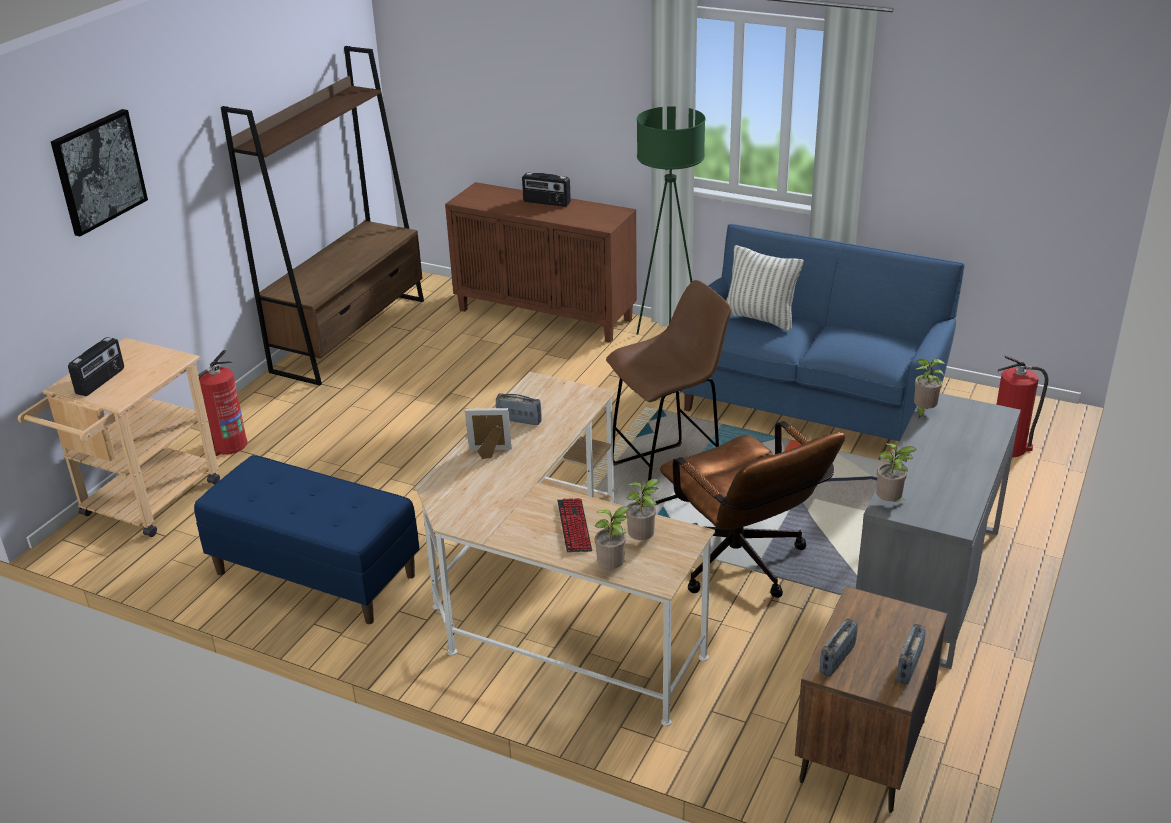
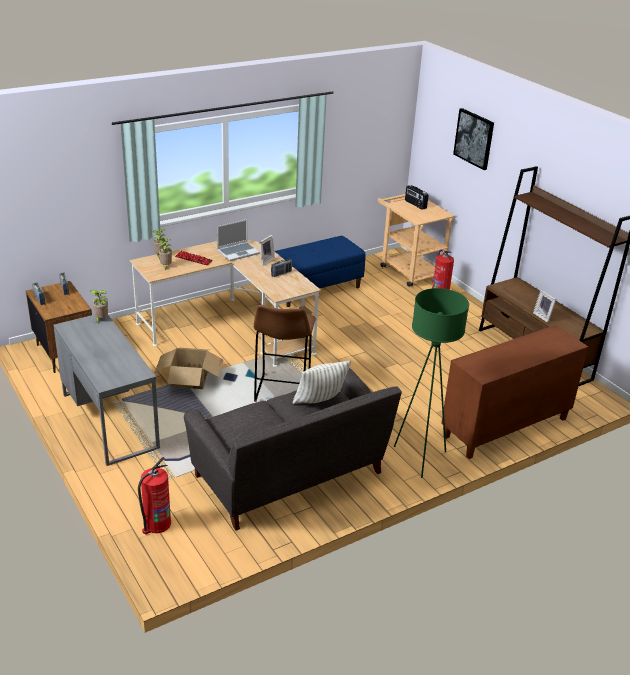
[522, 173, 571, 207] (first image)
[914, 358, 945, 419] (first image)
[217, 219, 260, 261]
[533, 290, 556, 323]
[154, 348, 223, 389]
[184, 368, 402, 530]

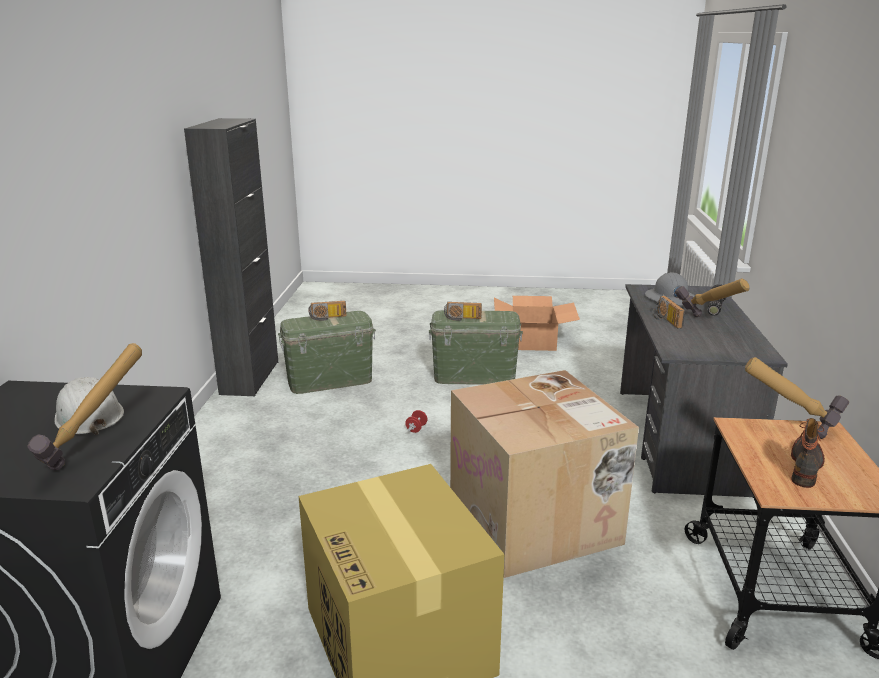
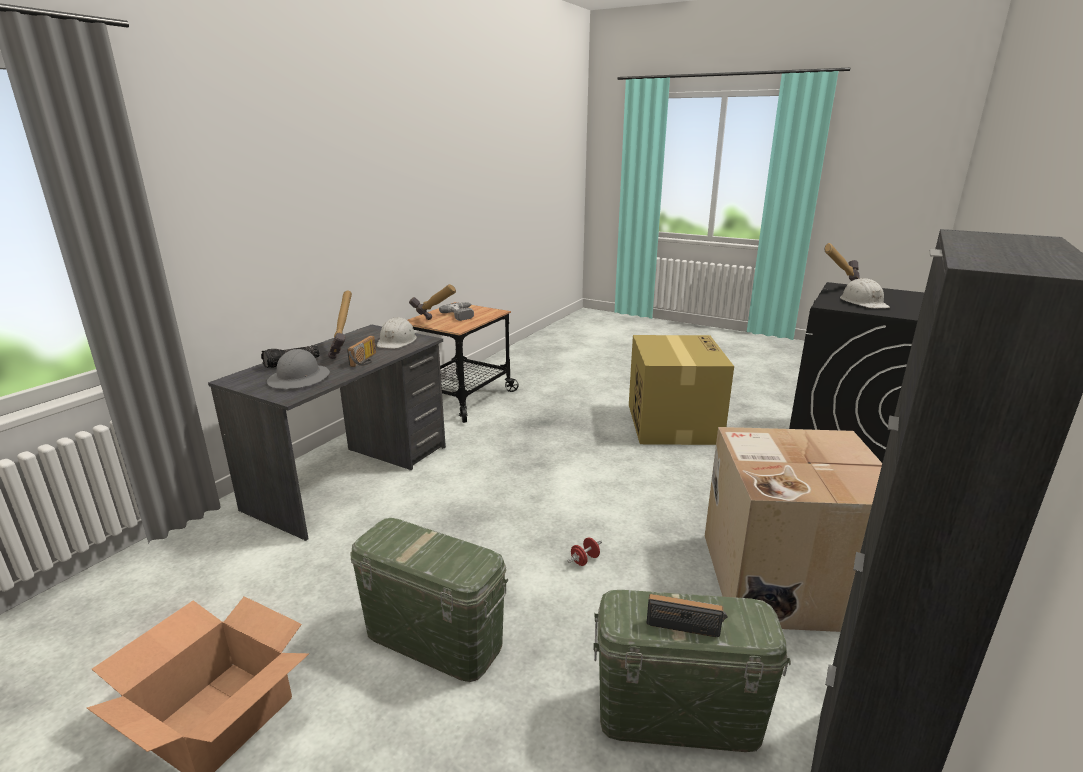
[444, 302, 482, 321] (first image)
[377, 317, 417, 349]
[705, 427, 882, 632]
[439, 302, 474, 321]

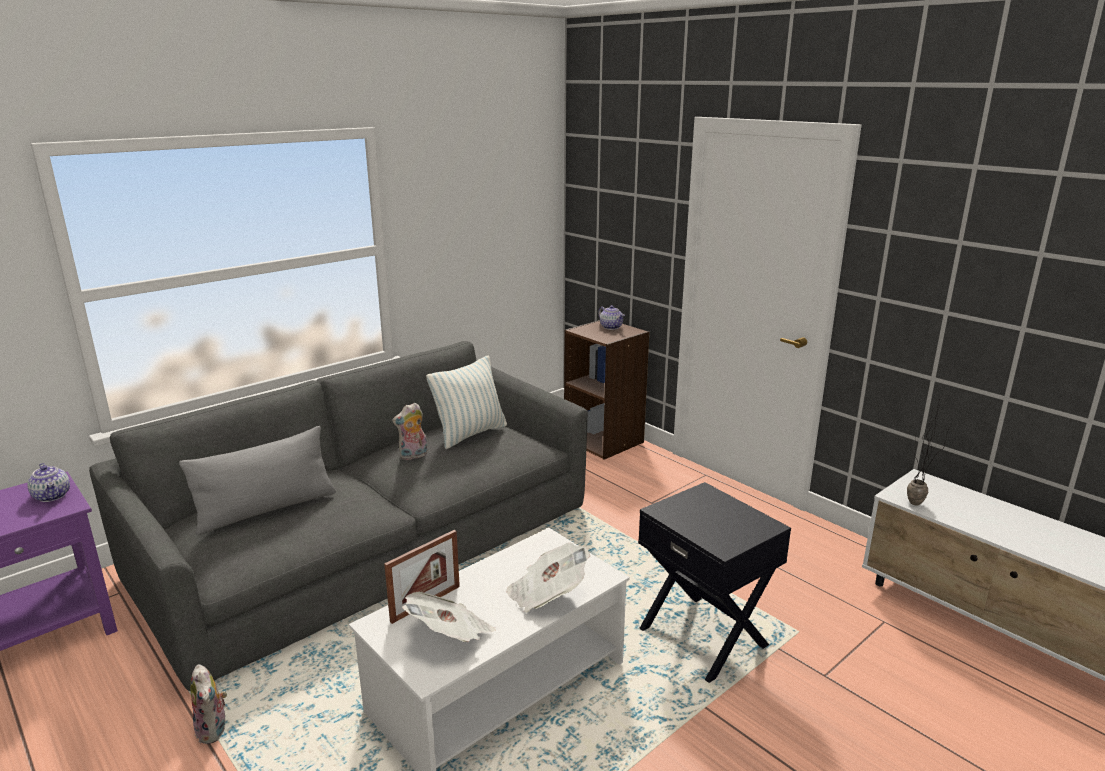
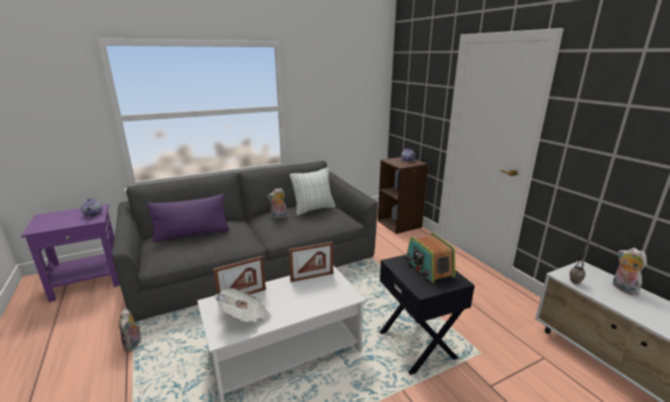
[506, 542, 590, 613] (first image)
[289, 242, 333, 282]
[405, 233, 456, 283]
[613, 248, 647, 295]
[147, 194, 230, 242]

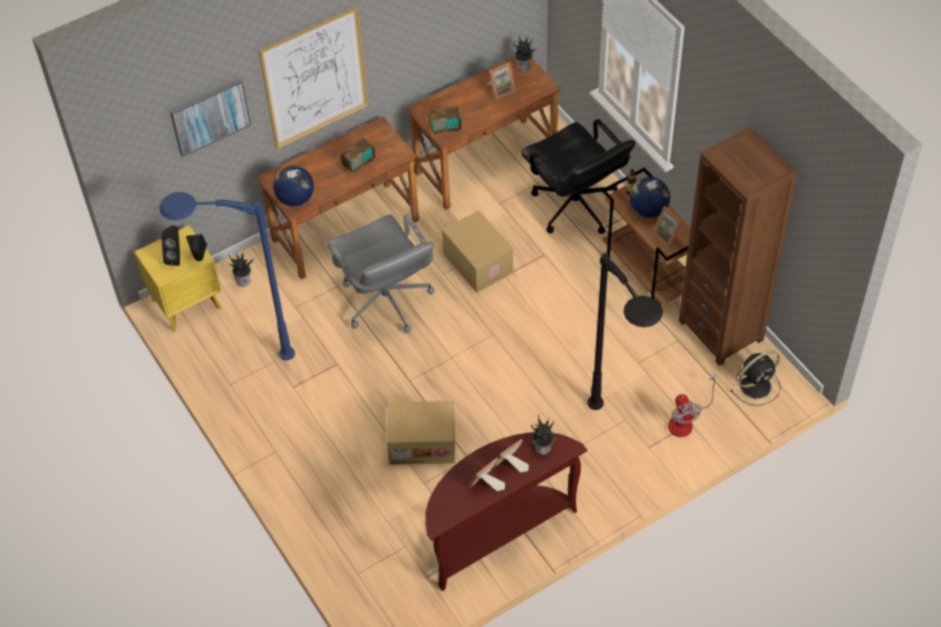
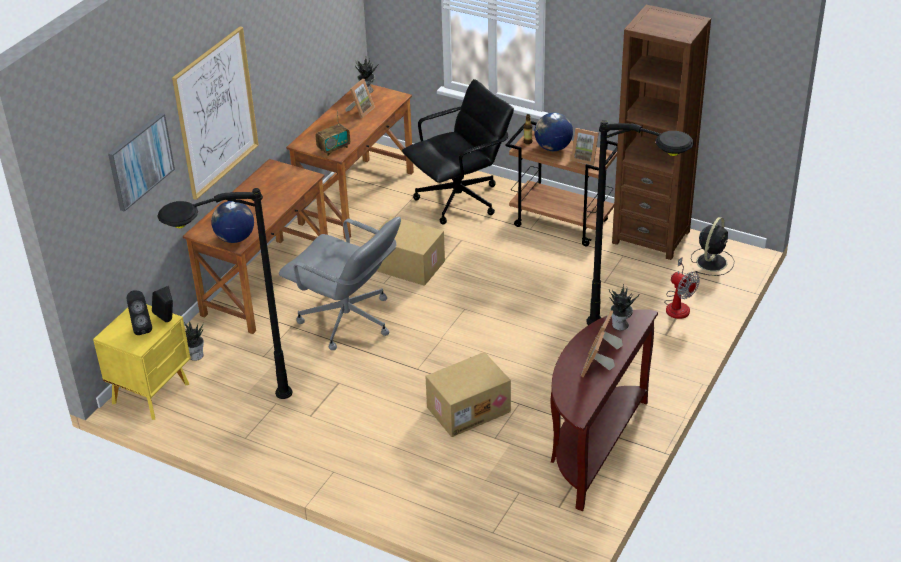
[340, 129, 376, 174] (first image)
[157, 188, 292, 399]
[402, 79, 514, 225]

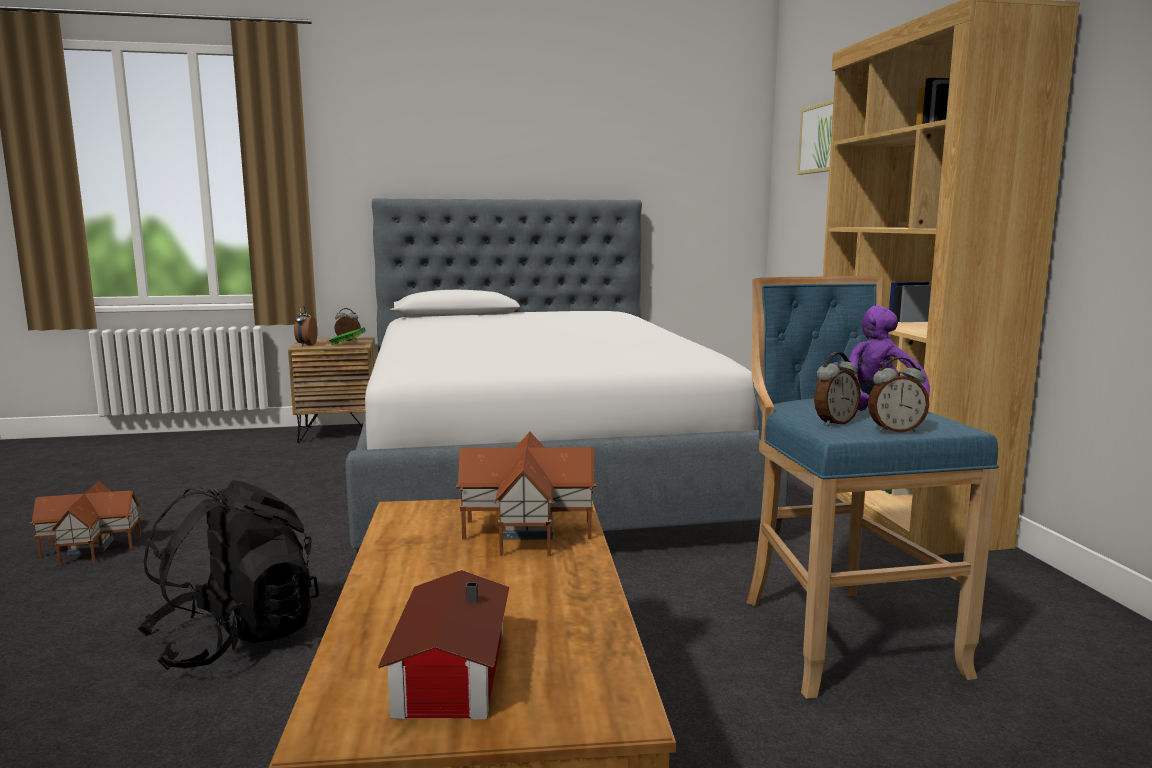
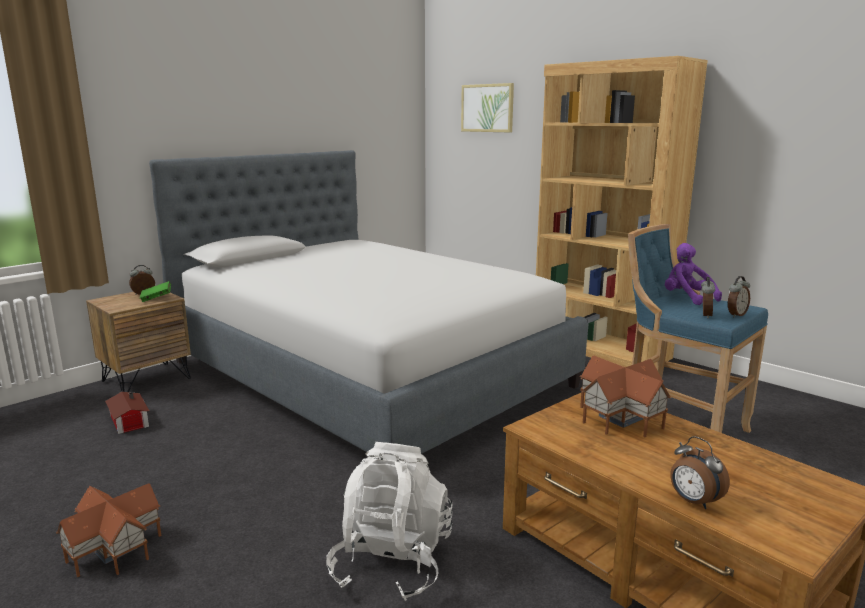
[670, 436, 730, 509]
[105, 392, 150, 434]
[326, 442, 452, 601]

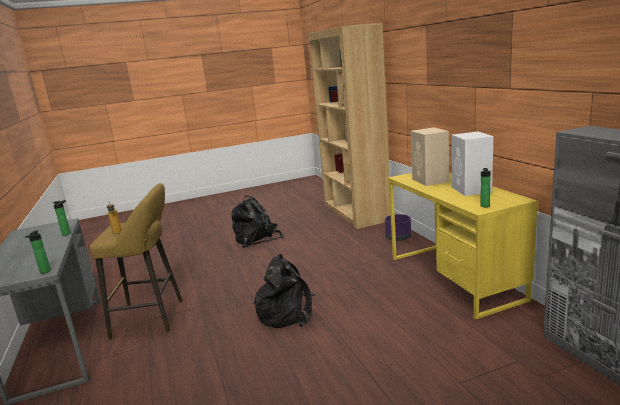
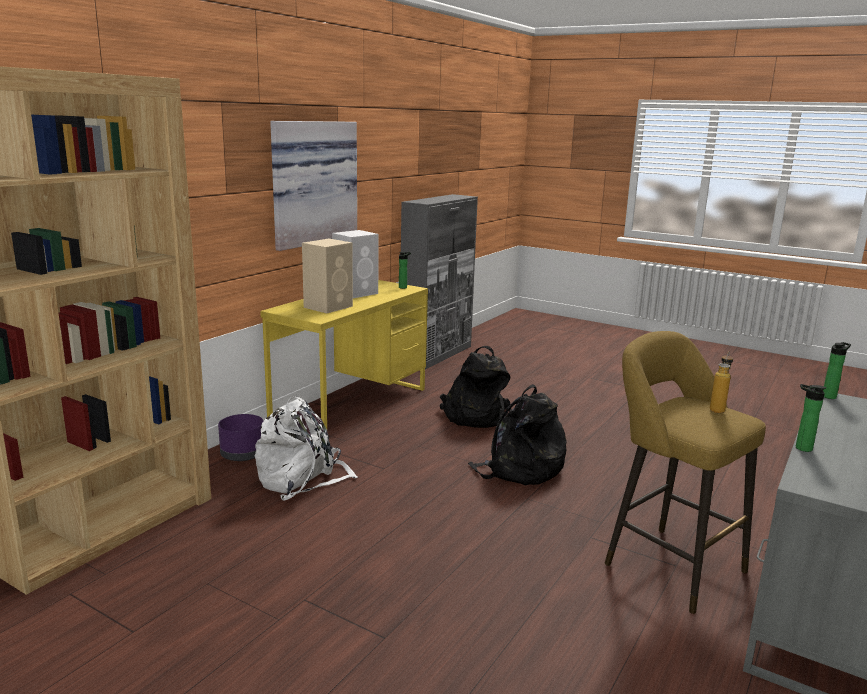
[255, 397, 358, 500]
[270, 121, 357, 251]
[439, 346, 512, 428]

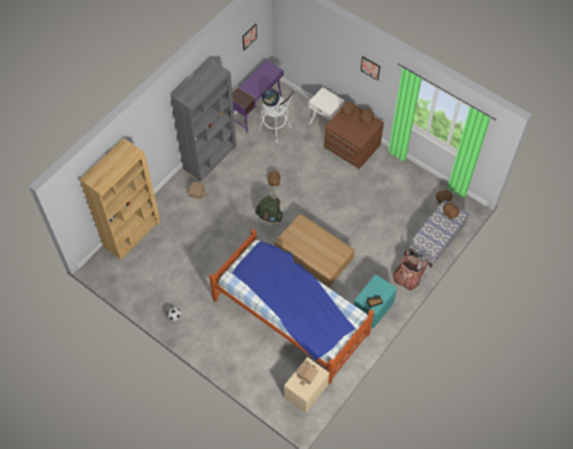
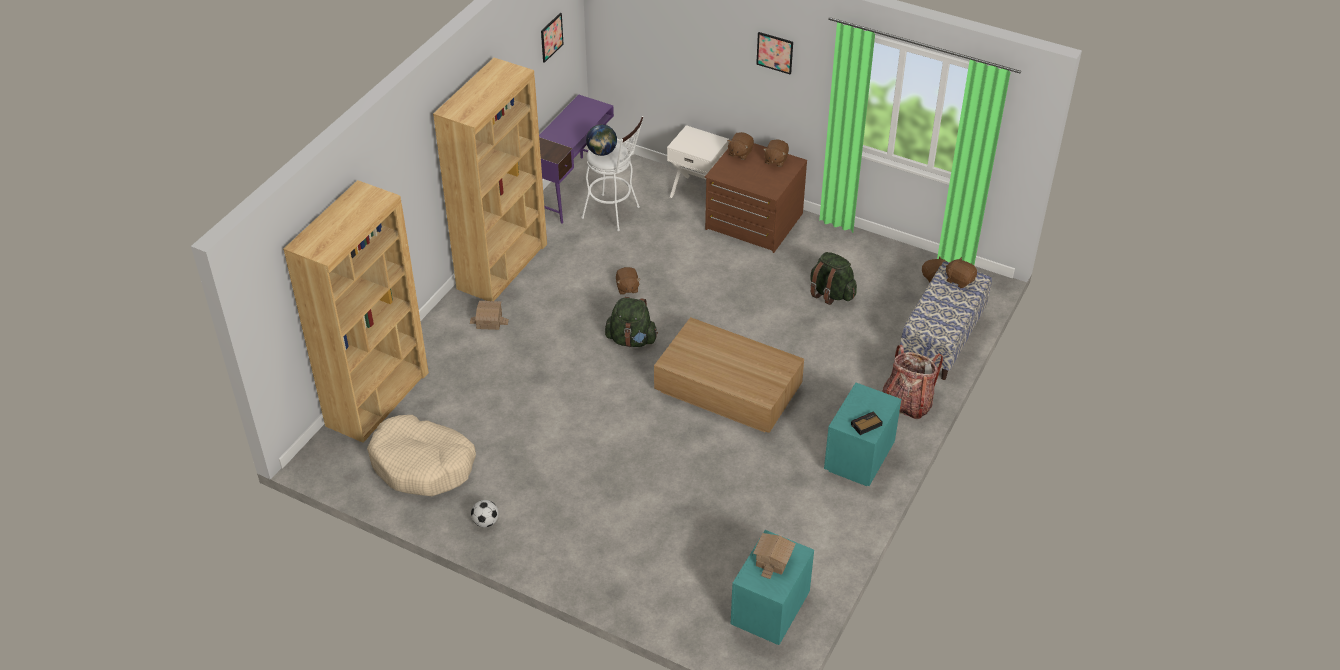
[209, 229, 374, 385] (first image)
[367, 415, 476, 496]
[810, 252, 857, 305]
[433, 58, 547, 301]
[731, 530, 814, 645]

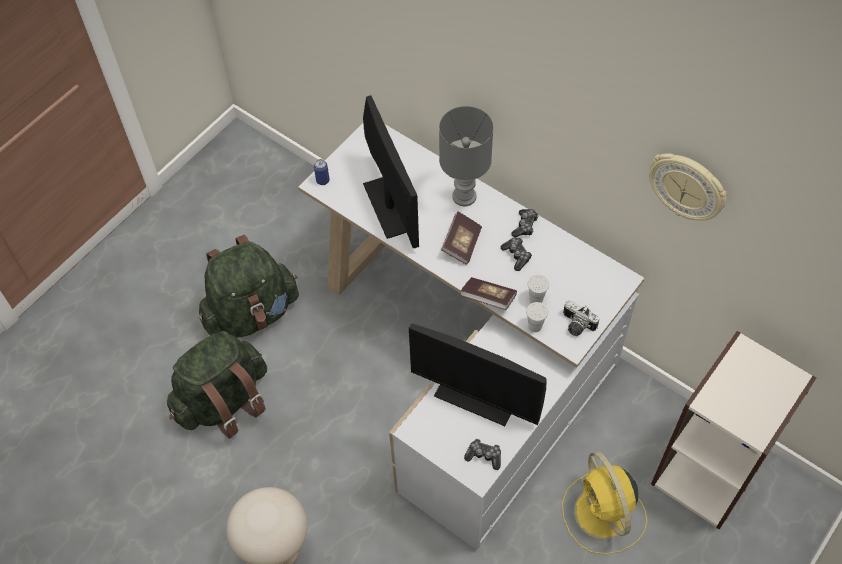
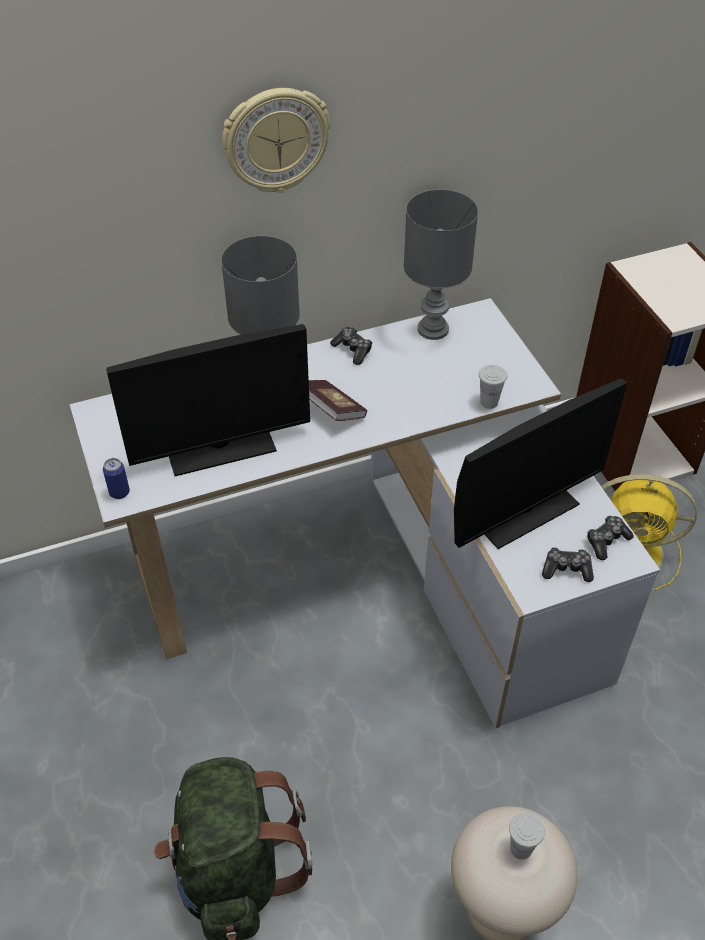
[199, 235, 299, 338] (first image)
[461, 277, 517, 310] (first image)
[563, 300, 600, 336] (first image)
[404, 189, 478, 340]
[542, 547, 594, 582]
[509, 813, 545, 860]
[222, 88, 330, 193]
[106, 324, 310, 476]

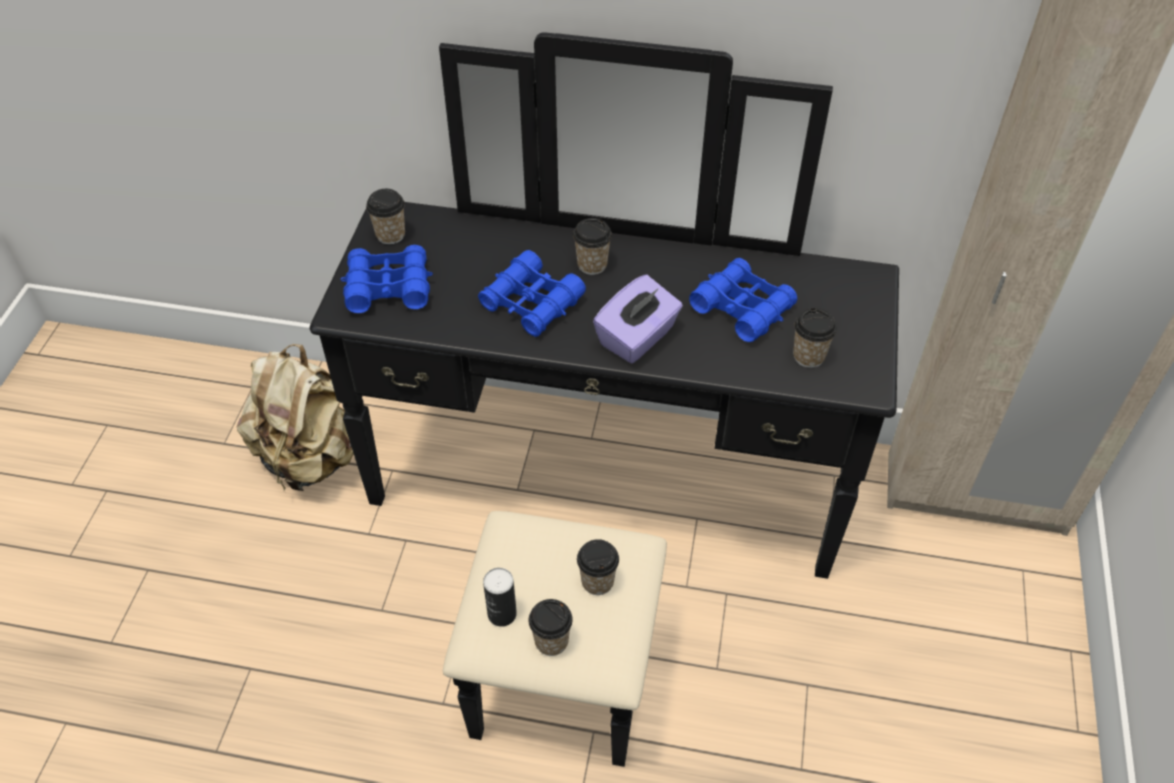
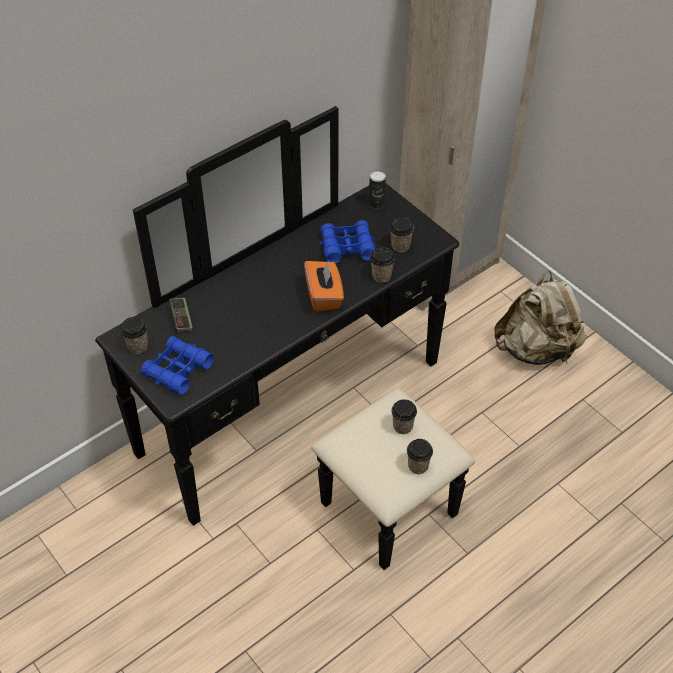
[478, 250, 586, 337] (first image)
[169, 298, 193, 332]
[494, 270, 586, 365]
[369, 170, 386, 208]
[370, 247, 395, 283]
[304, 261, 344, 312]

